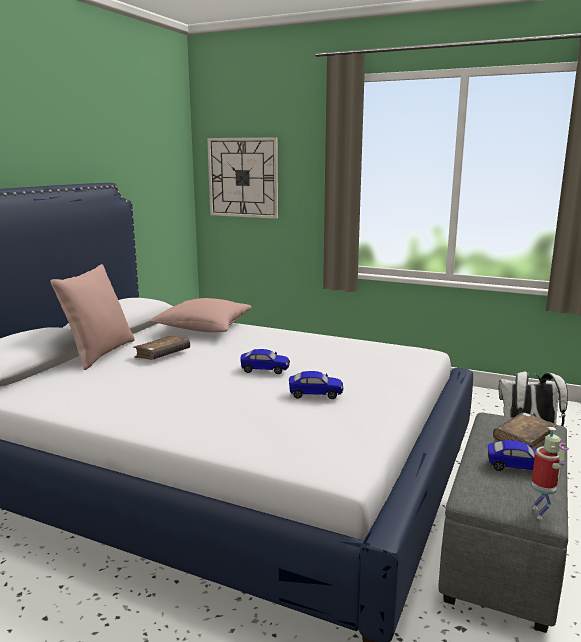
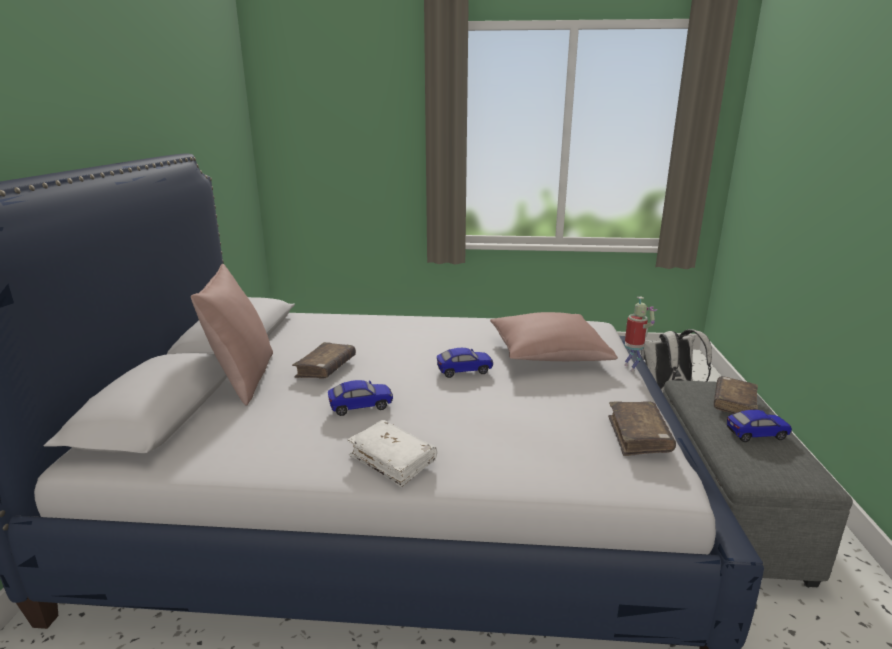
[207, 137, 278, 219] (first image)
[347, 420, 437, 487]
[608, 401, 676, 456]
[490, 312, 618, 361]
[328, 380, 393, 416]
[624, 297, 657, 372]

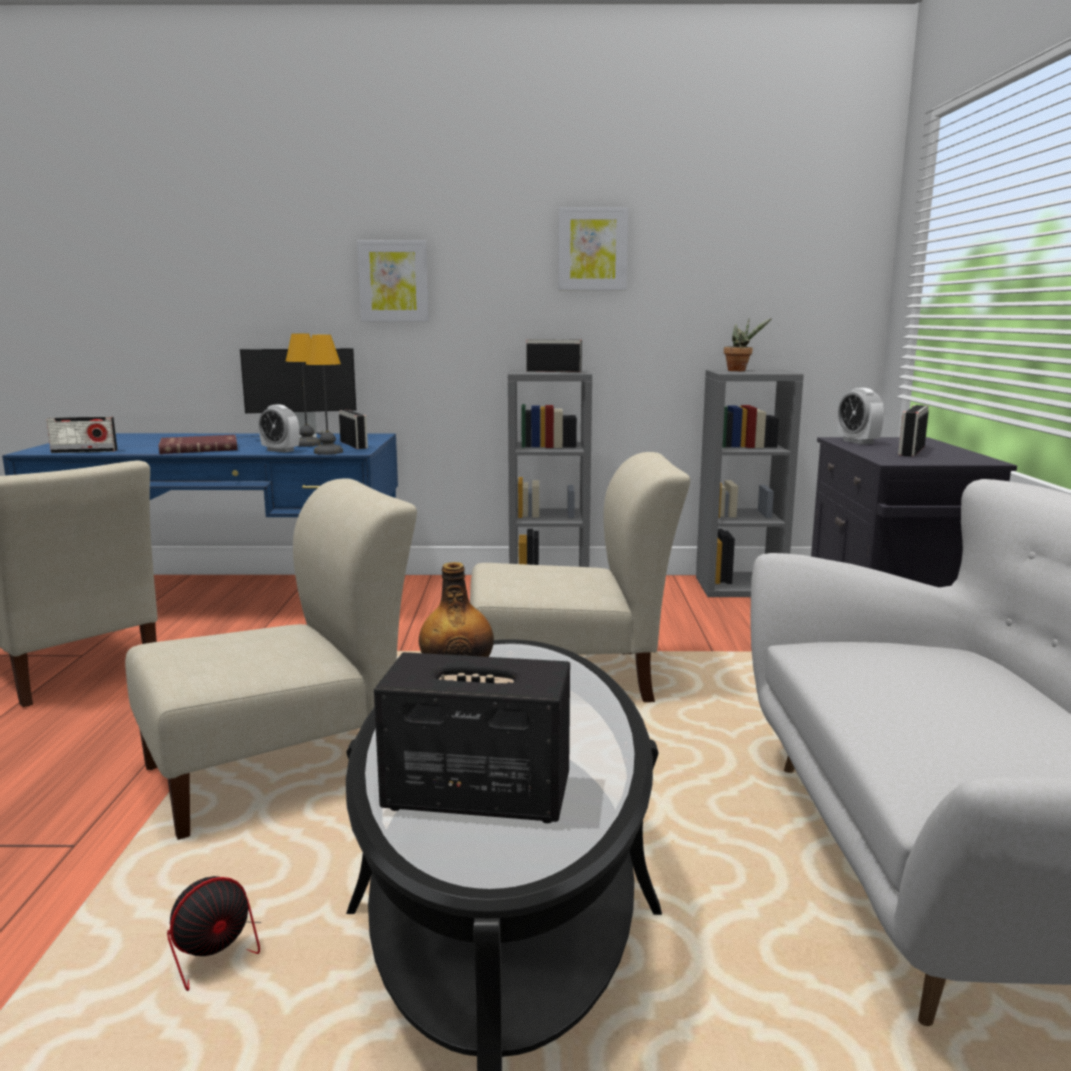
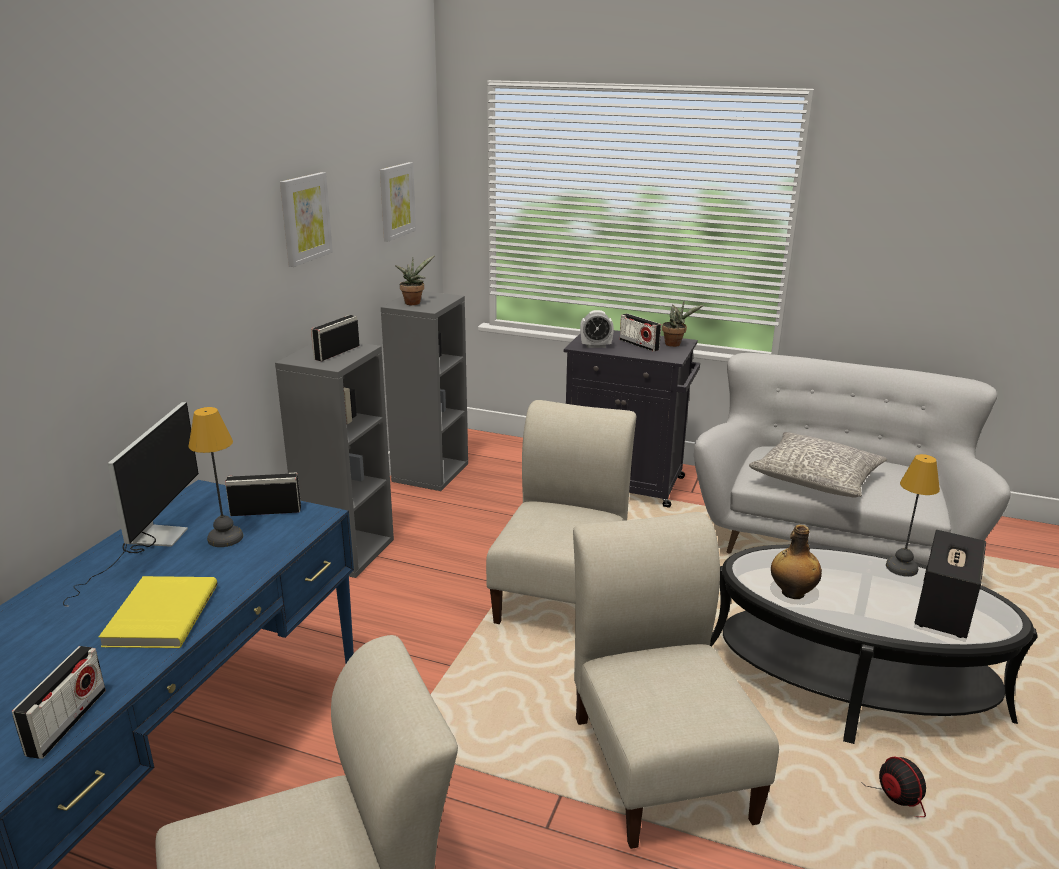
[259, 404, 299, 453] (first image)
[662, 301, 704, 347]
[749, 432, 887, 498]
[886, 454, 940, 576]
[380, 162, 416, 241]
[99, 576, 217, 648]

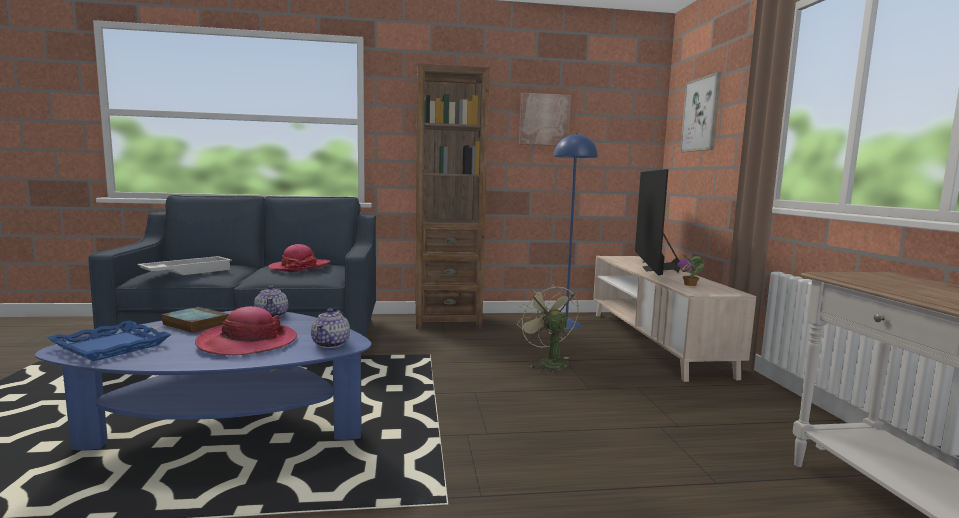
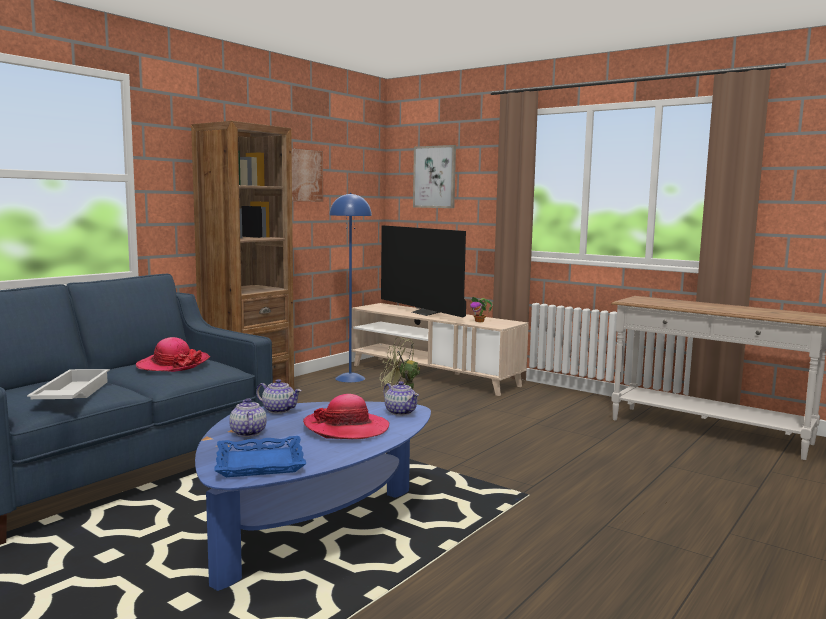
[229, 398, 267, 437]

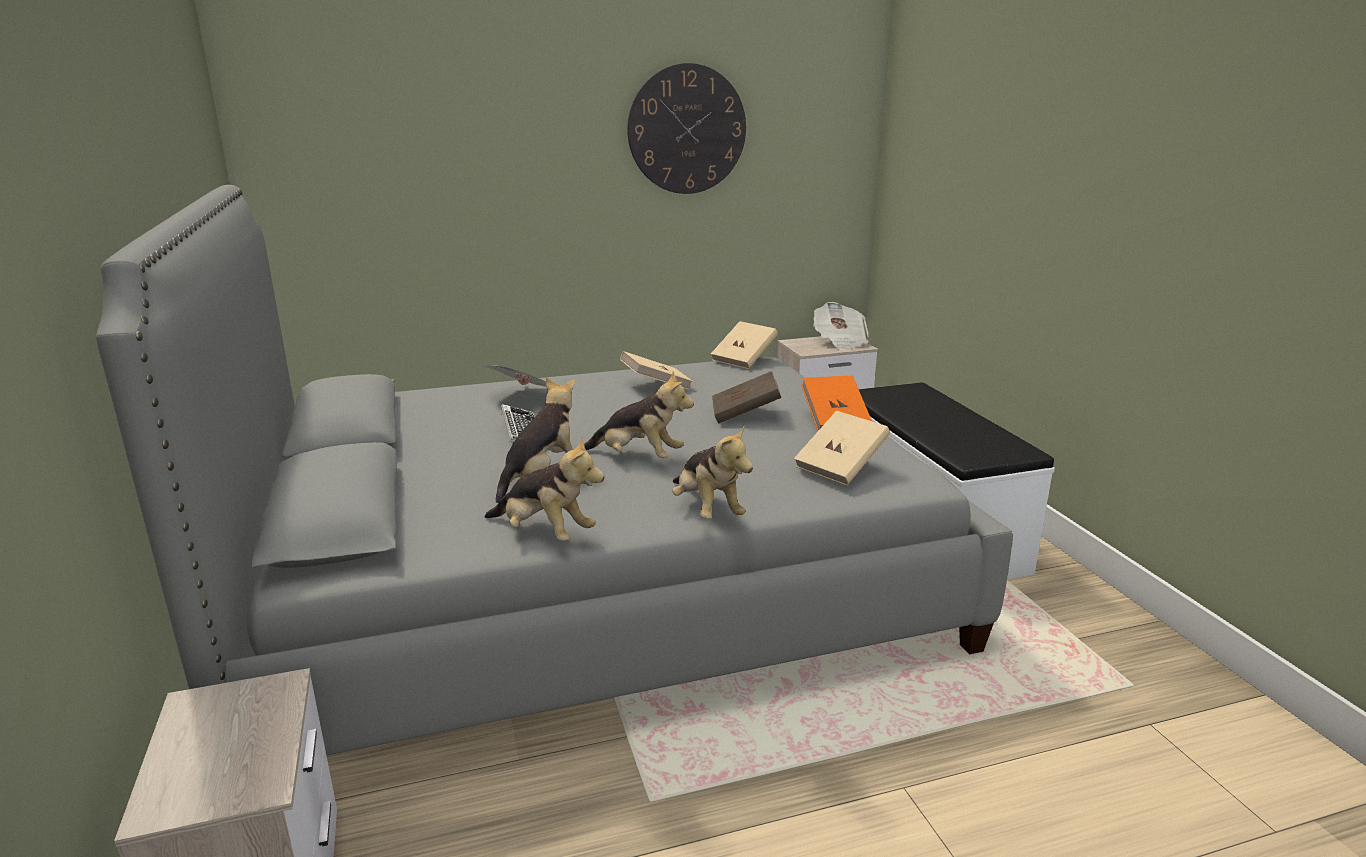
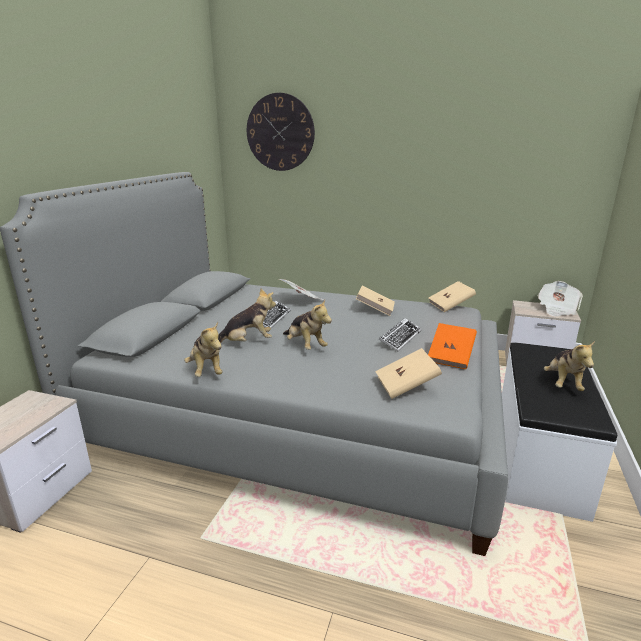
[247, 93, 315, 171]
[544, 341, 595, 391]
[379, 318, 422, 352]

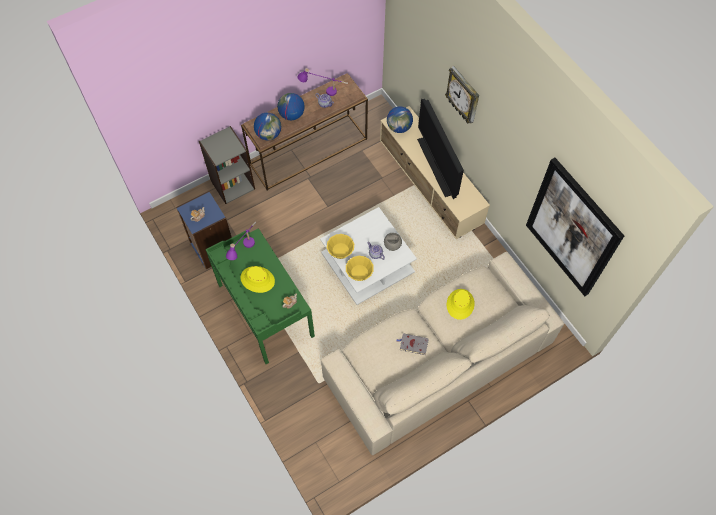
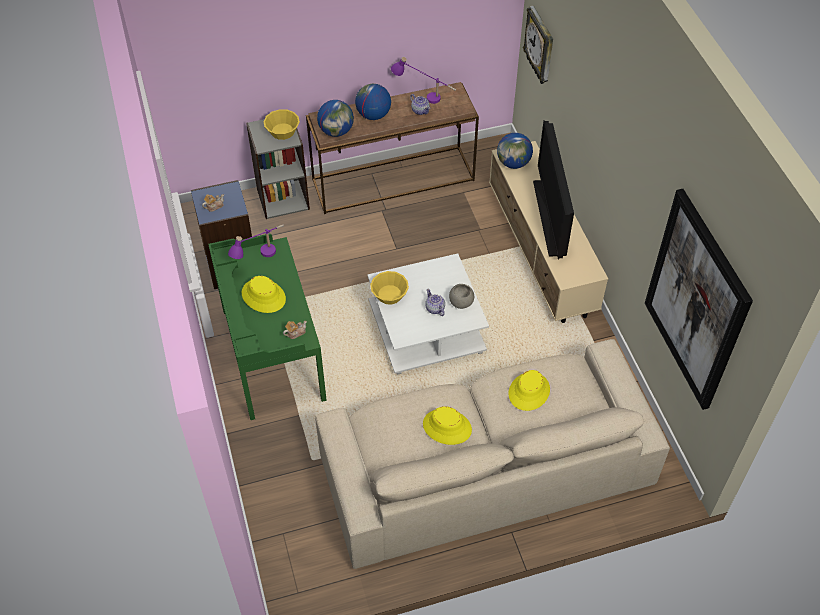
[263, 109, 300, 140]
[523, 6, 553, 84]
[423, 406, 472, 445]

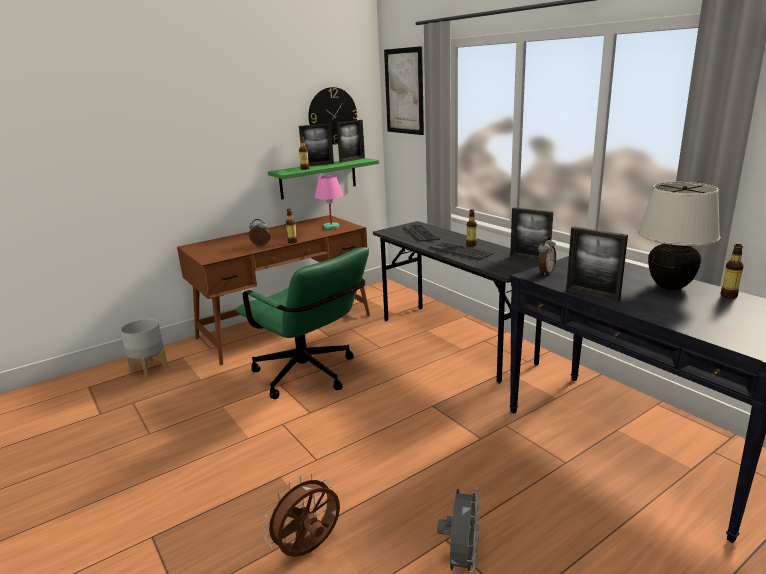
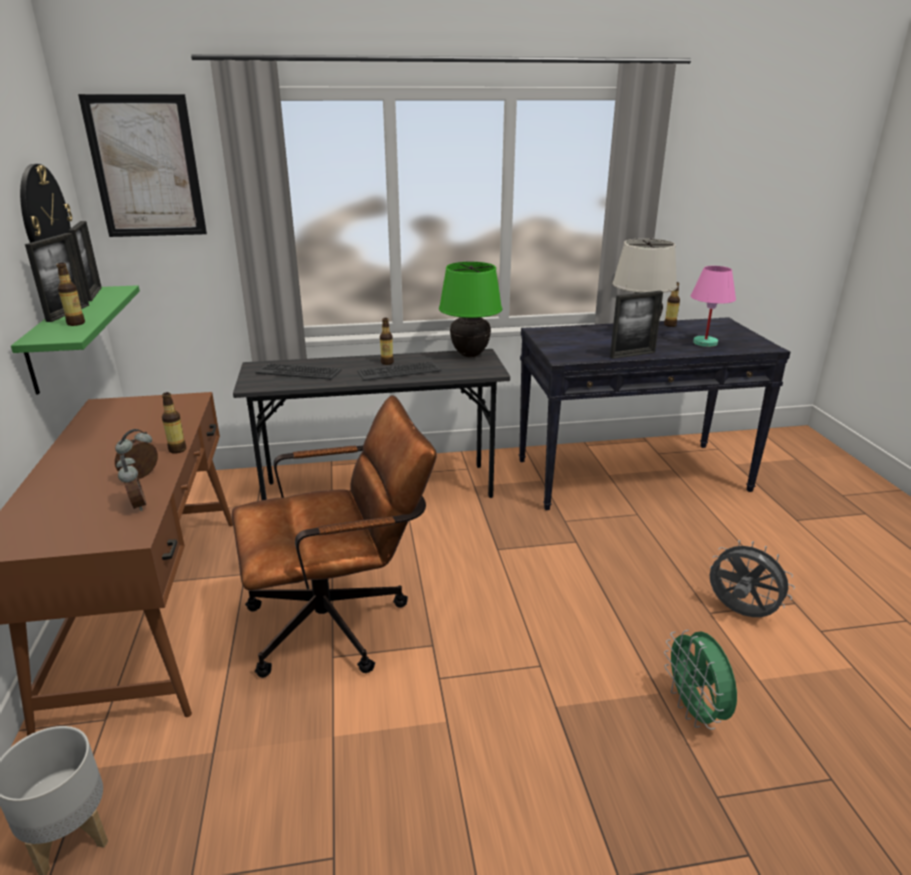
[691, 266, 736, 347]
[116, 454, 146, 511]
[439, 262, 502, 357]
[232, 395, 437, 678]
[664, 630, 737, 730]

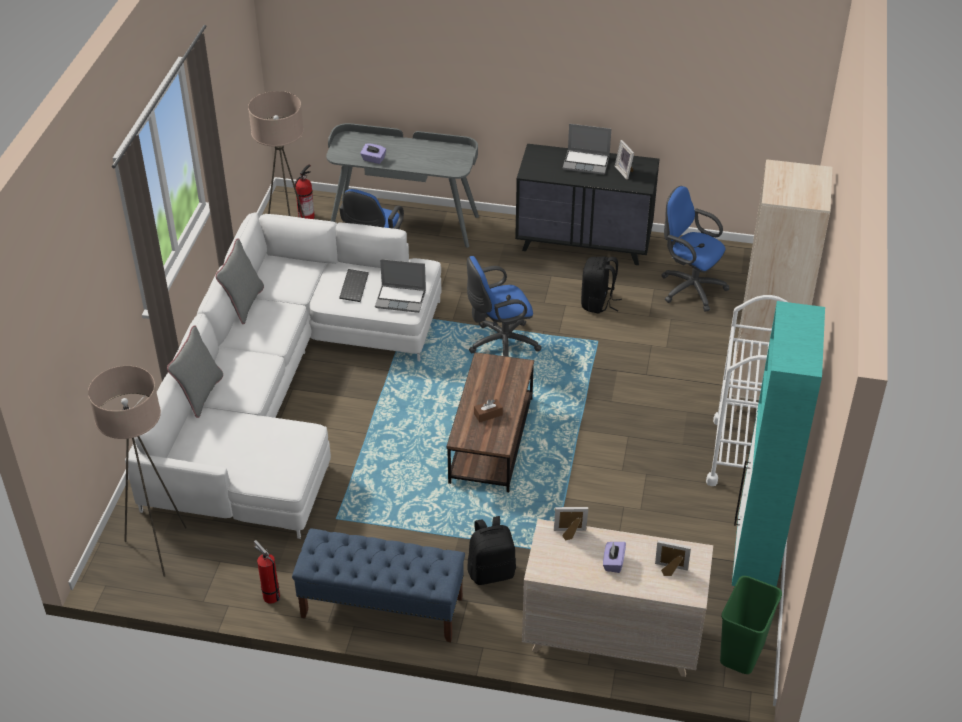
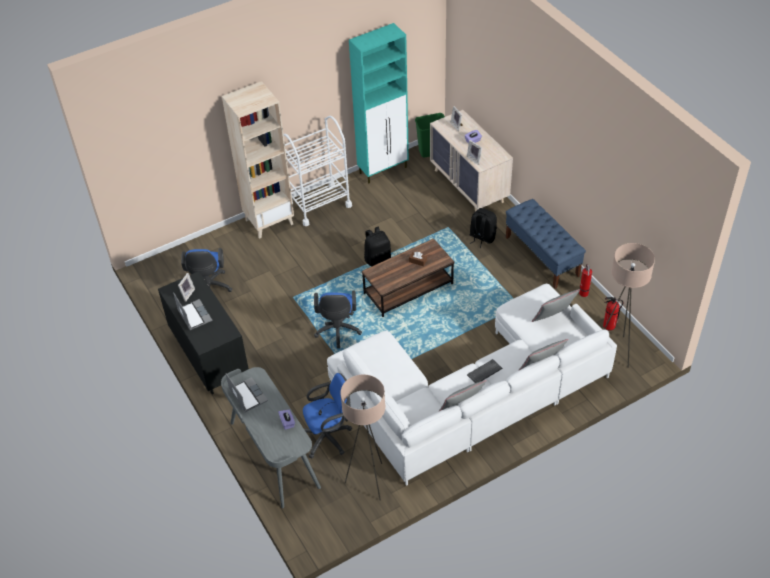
[532, 289, 580, 322]
[603, 297, 623, 330]
[467, 359, 503, 383]
[226, 373, 268, 412]
[364, 227, 391, 266]
[314, 291, 362, 349]

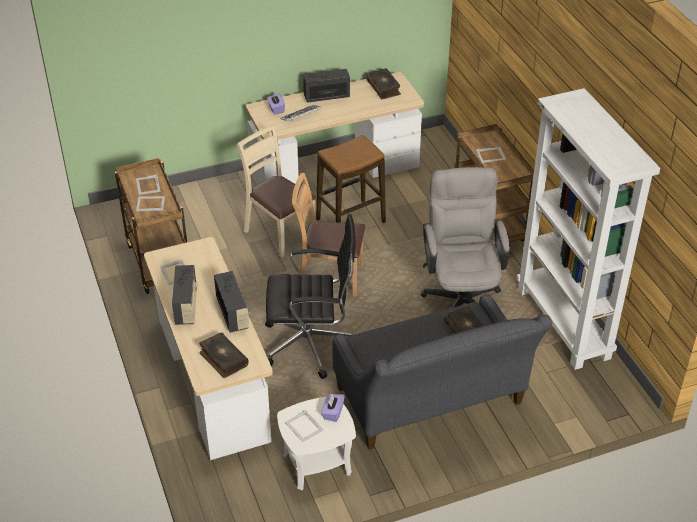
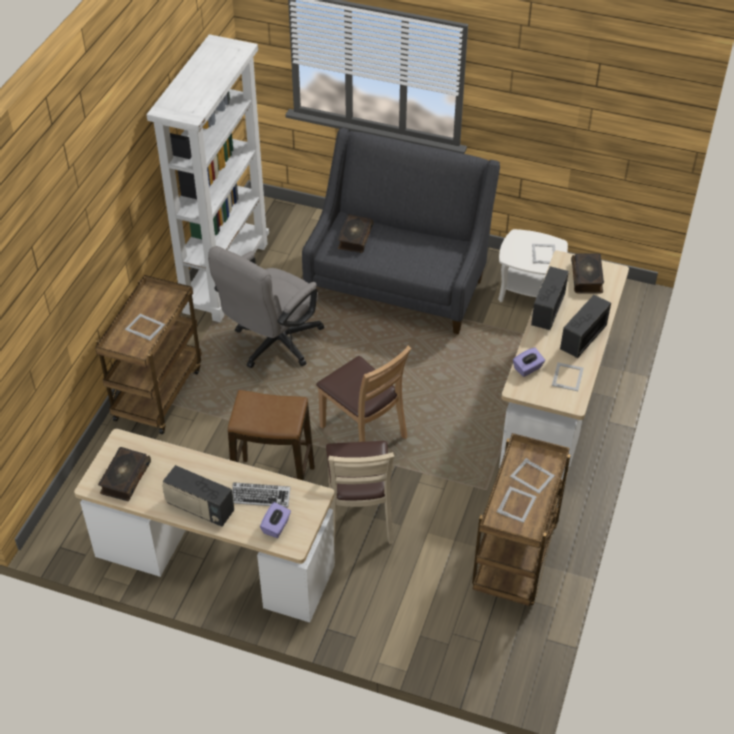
[265, 214, 356, 379] (first image)
[513, 348, 545, 377]

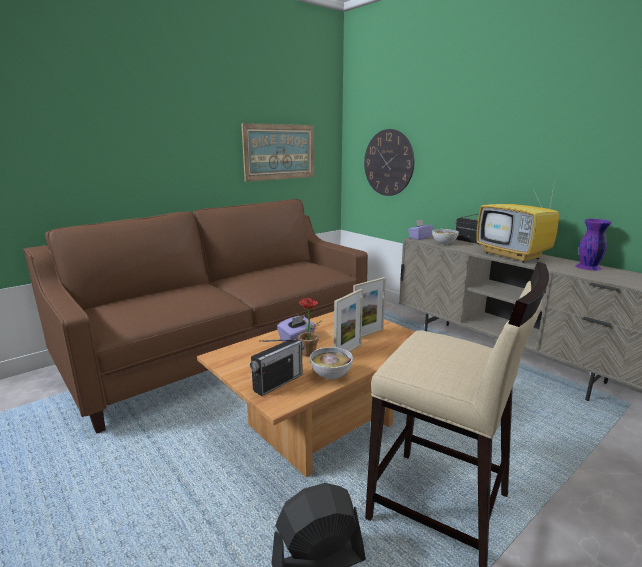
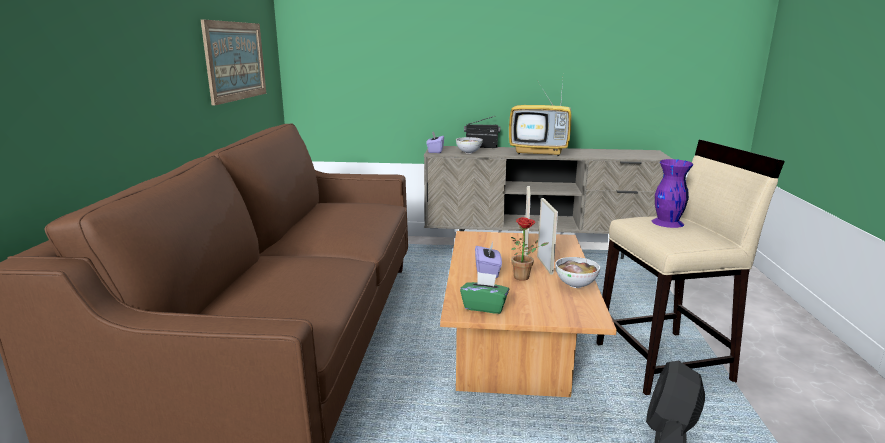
[250, 338, 305, 396] (first image)
[364, 129, 414, 196] (first image)
[460, 272, 509, 314]
[652, 159, 693, 228]

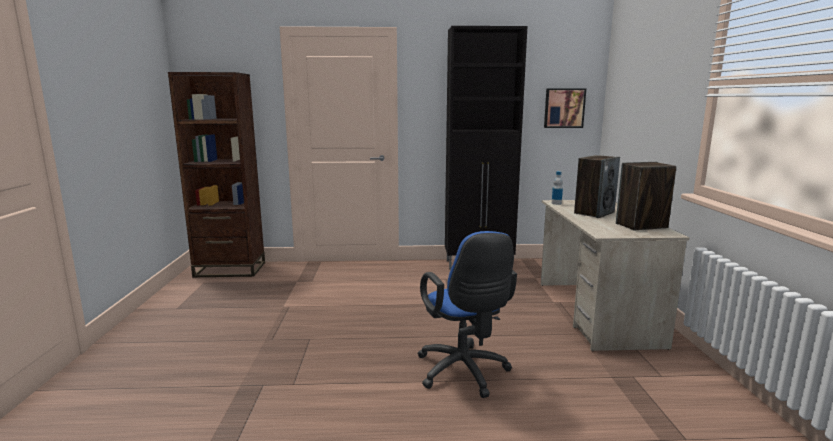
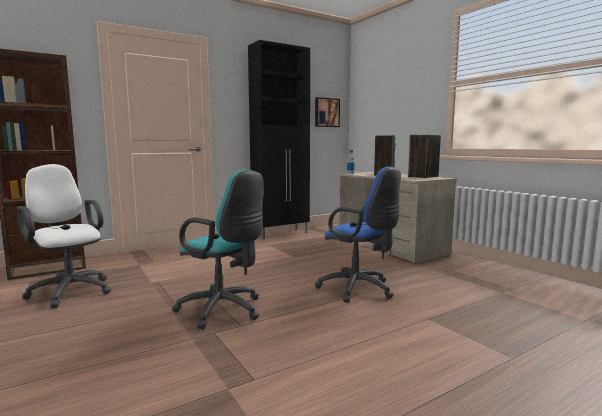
[17, 164, 111, 308]
[172, 170, 264, 329]

